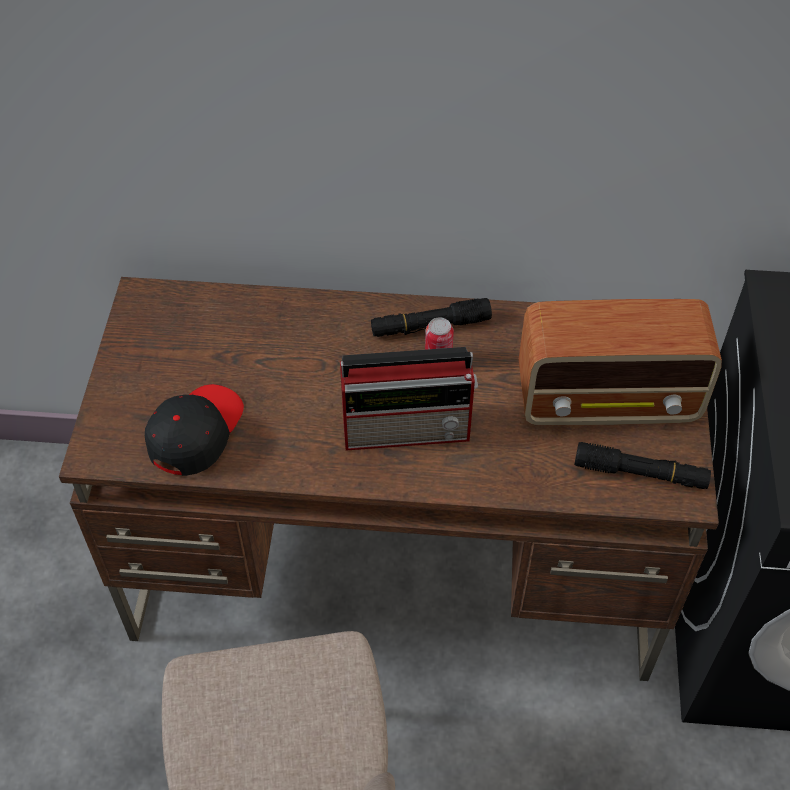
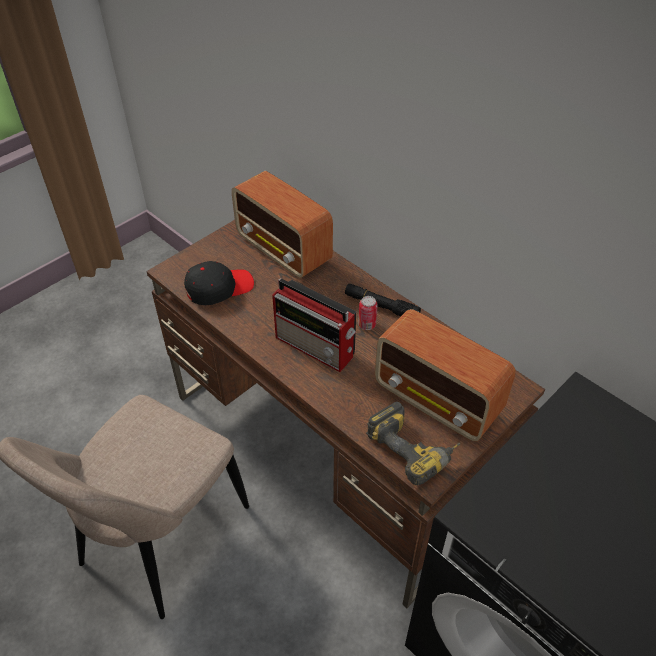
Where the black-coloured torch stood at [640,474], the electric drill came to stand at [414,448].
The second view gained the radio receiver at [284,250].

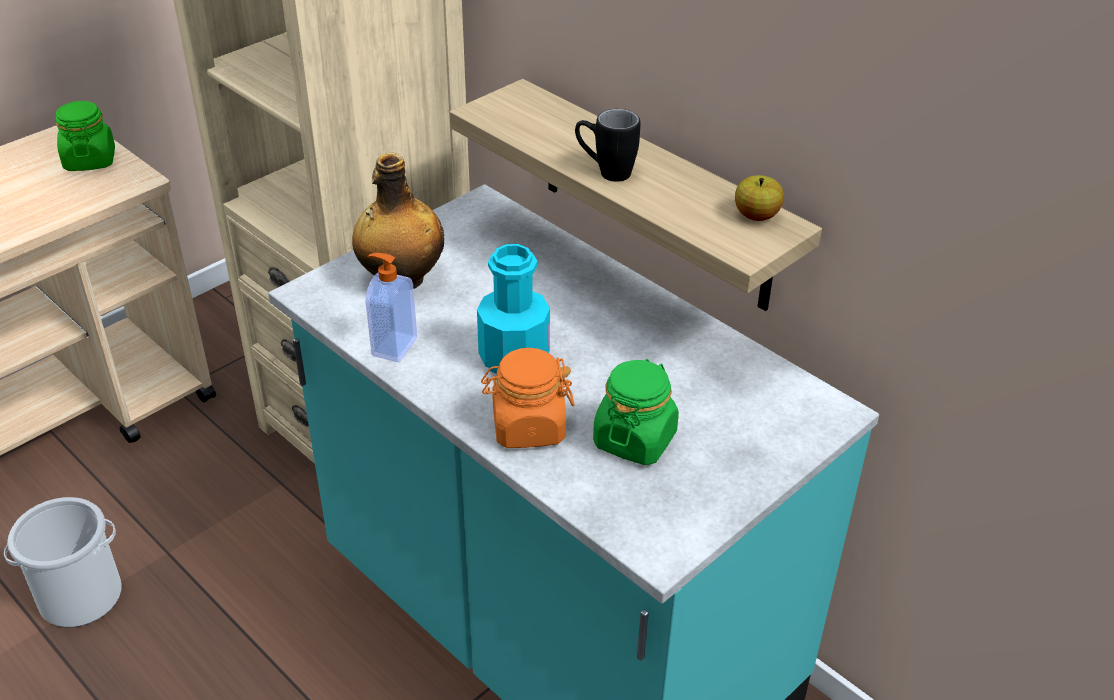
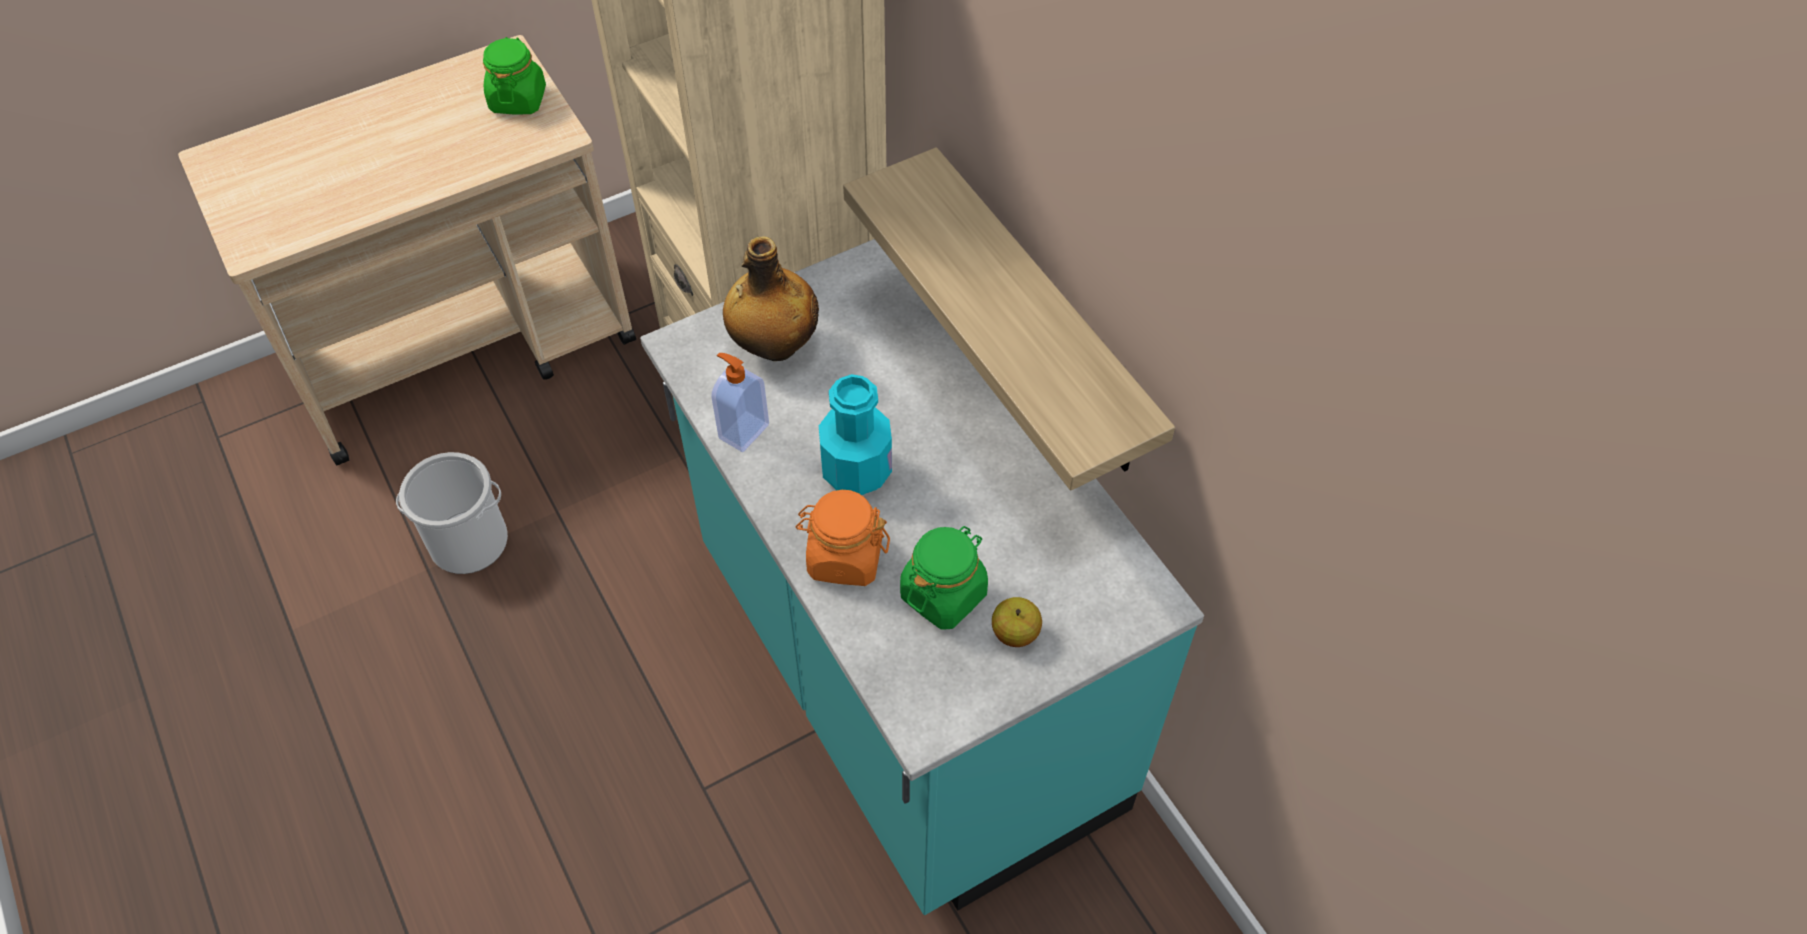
The second view lost the black-coloured mug at [605,172].
The apple ended up elsewhere, having gone from [756,216] to [1015,633].

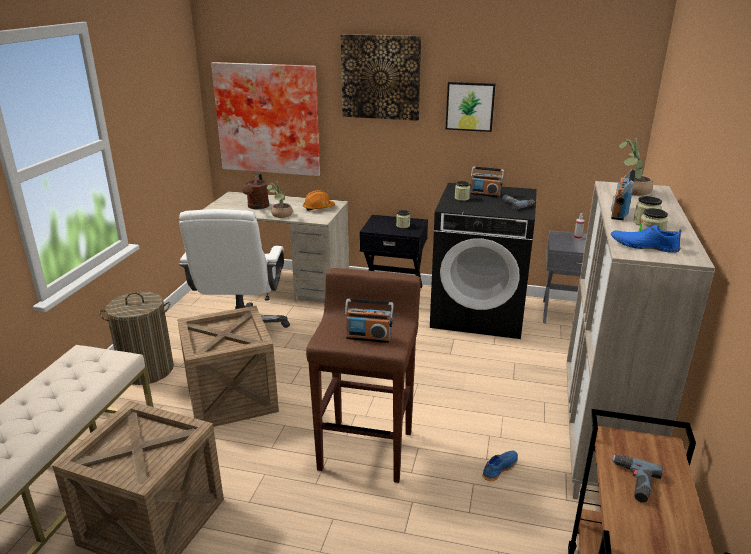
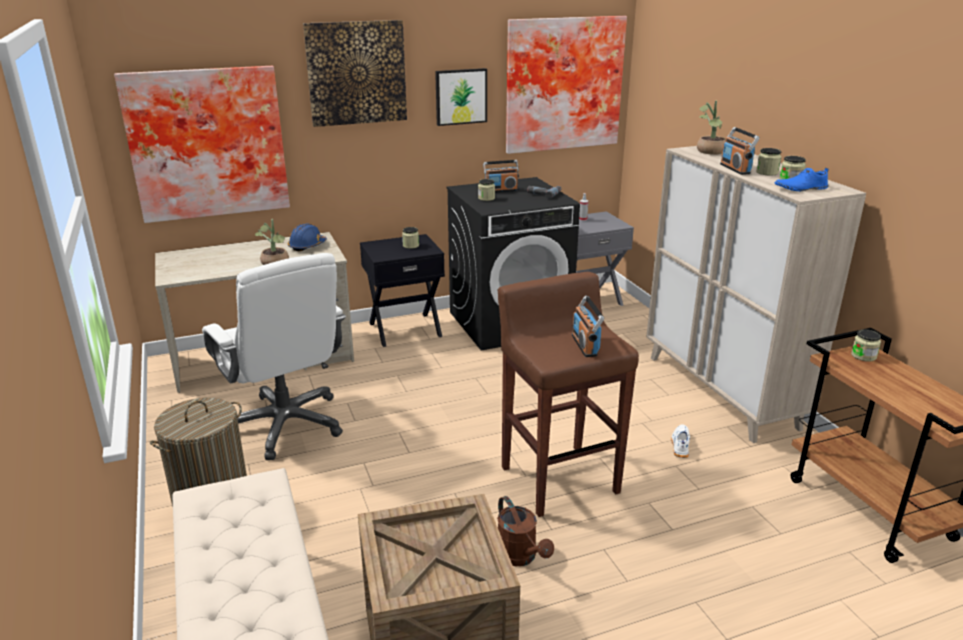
The second view lost the crate at [231,397].
The brown-coloured sprinkling can ended up elsewhere, having gone from [257,207] to [521,557].
What was the orange safety helmet at [318,208] turned into the blue-coloured safety helmet at [307,246].
The radio receiver at [368,337] ended up facing another way, 105 degrees clockwise from before.
What was the blue-coloured shoe at [499,468] turned into the whitish shoe at [680,445].
The second view lost the electric drill at [633,482].
The second view gained the wall art at [562,84].
The second view gained the jar at [863,356].

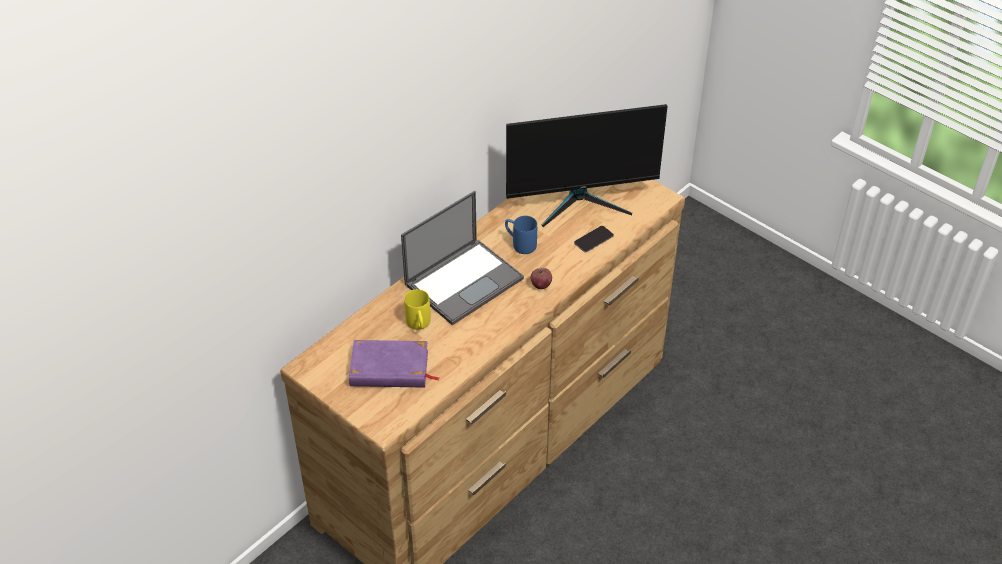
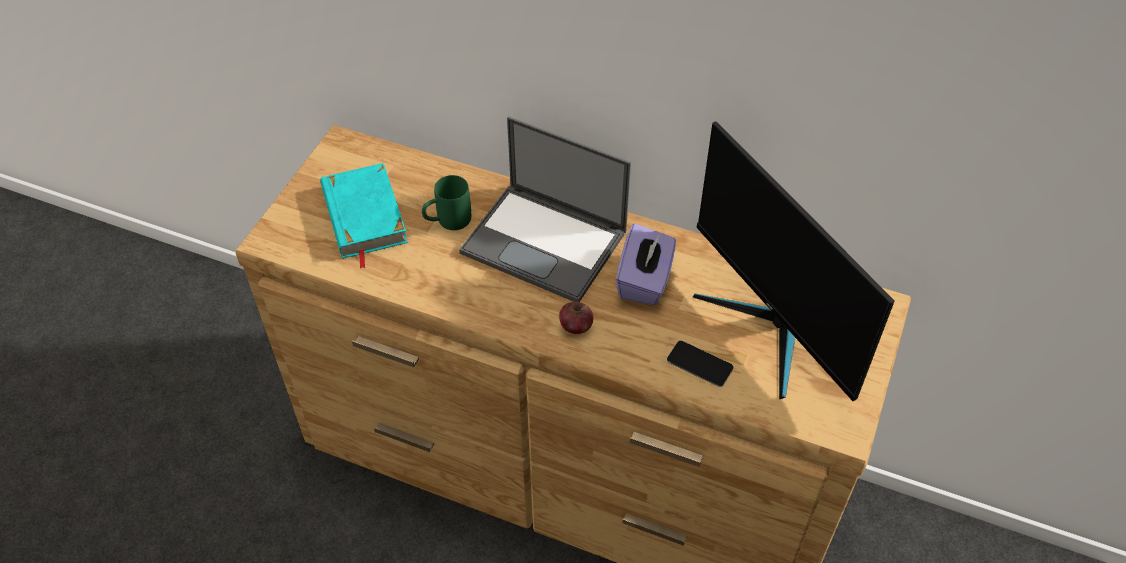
What was the purple bound book at [389,369] turned into the blue-green bound book at [363,216].
What was the yellow mug at [419,325] turned into the green mug at [447,221].
Where the blue-coloured mug stood at [520,244], the purple tissue box came to stand at [645,280].

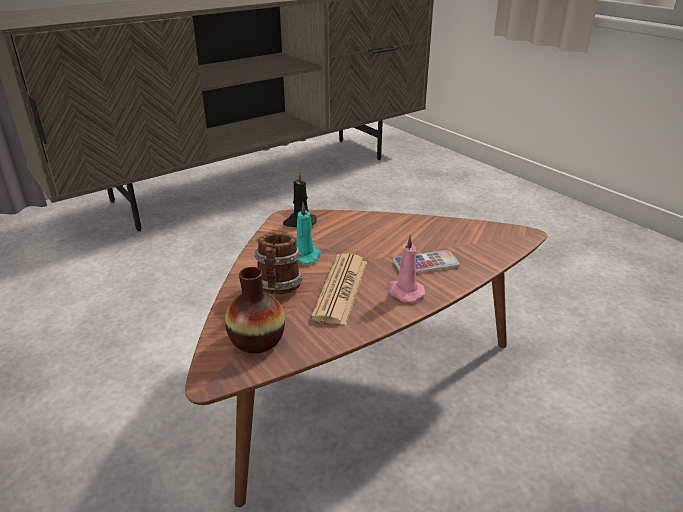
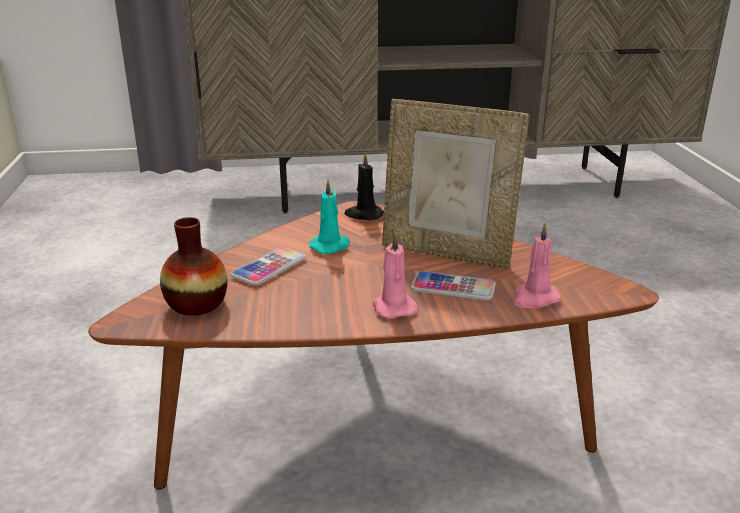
Where the mug stood at [278,288], the telephone came to stand at [269,267].
The second view lost the daily paper at [341,289].
The second view gained the photo frame at [447,253].
The second view gained the pink candle at [534,299].

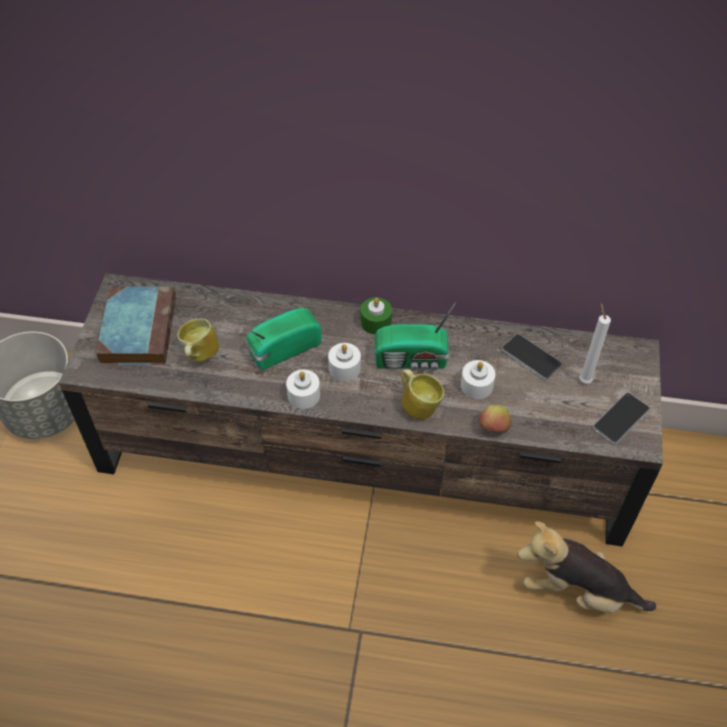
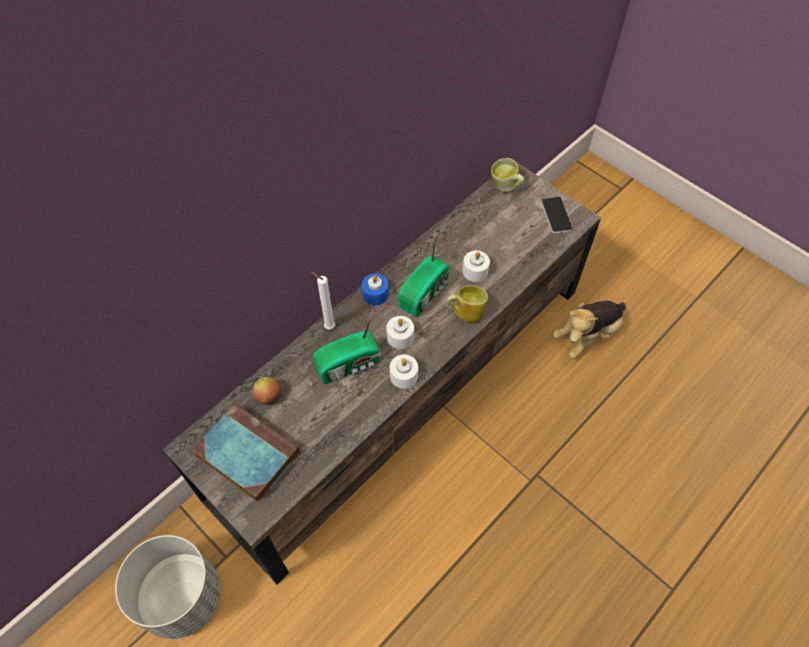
The mug ended up elsewhere, having gone from [199,356] to [506,188].
The radio receiver at [282,348] ended up facing another way, 120 degrees counterclockwise from before.
What was the green candle at [376,322] turned into the blue-coloured candle at [375,294].
The apple ended up elsewhere, having gone from [493,429] to [268,396].
The second view lost the telephone at [531,357].
The whitish candle ended up elsewhere, having gone from [584,379] to [328,326].

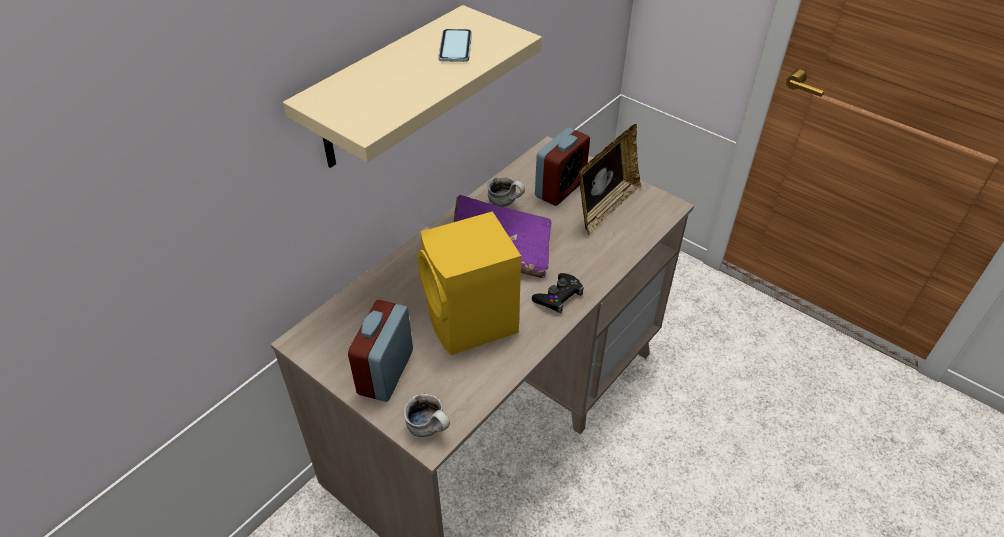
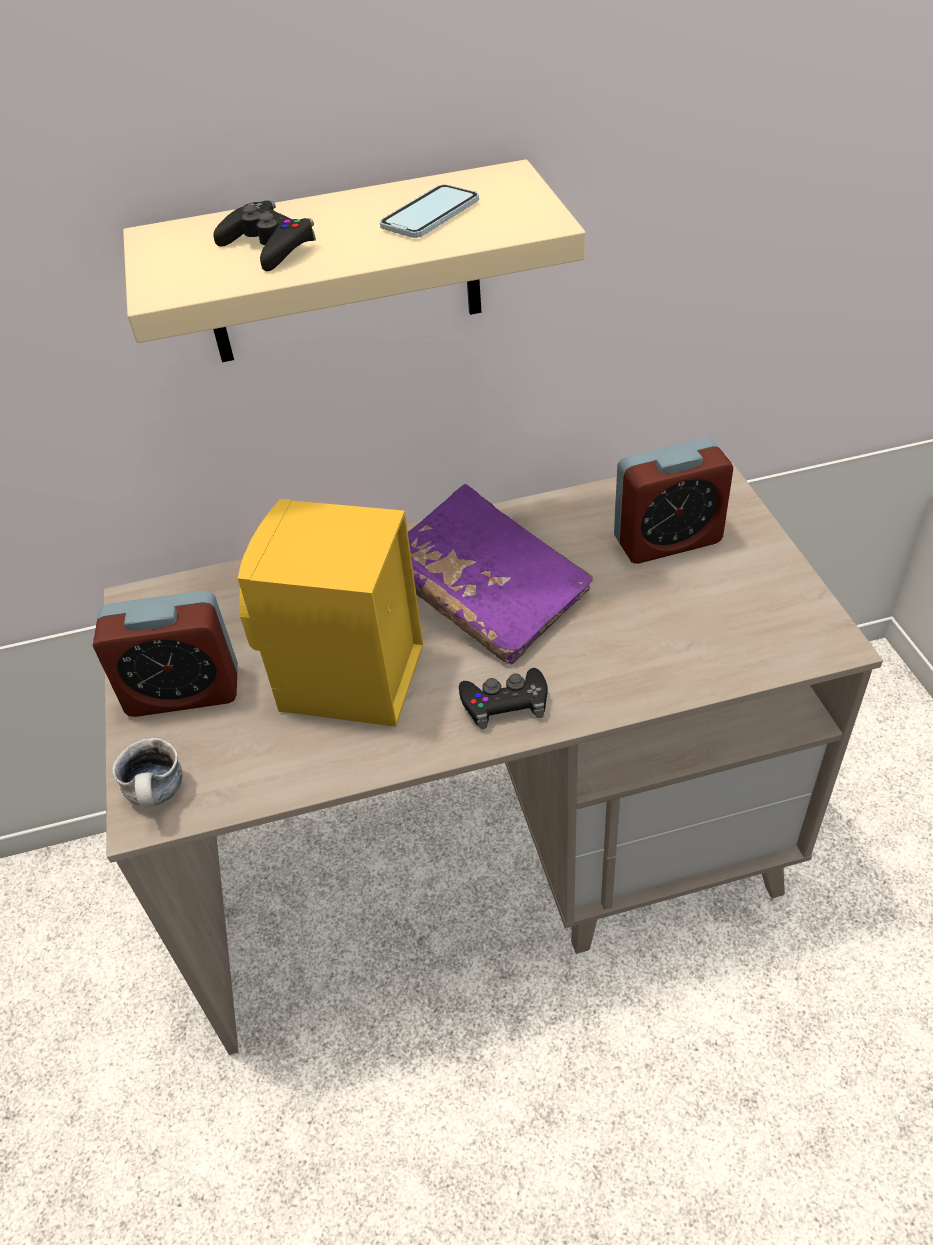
The bedside clock at [386,372] ended up facing another way, 150 degrees counterclockwise from before.
The second view lost the mug at [506,202].
The second view lost the photo frame at [605,207].
The second view gained the black-coloured gamepad at [268,246].

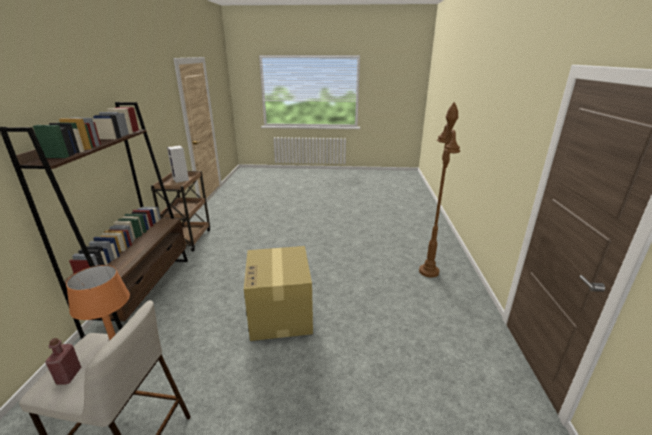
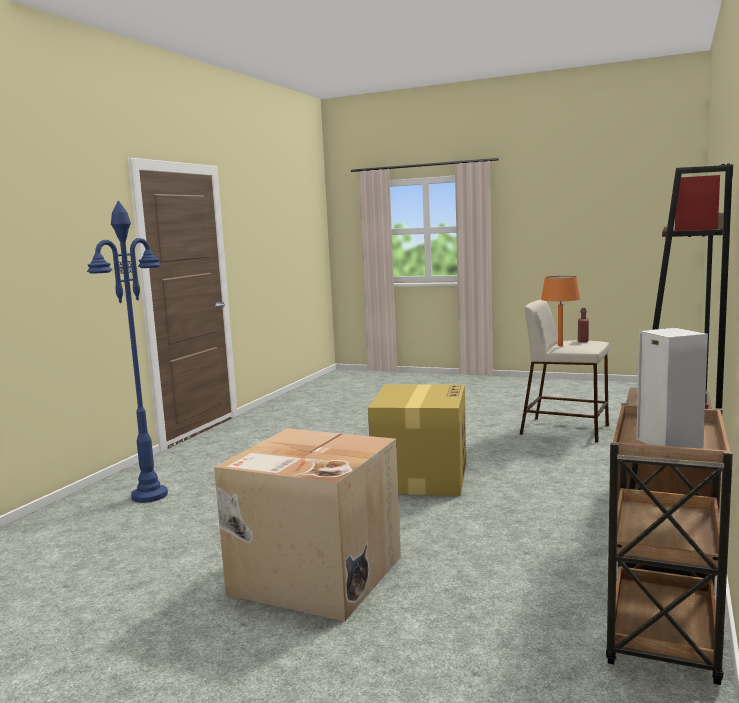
What was the brown-coloured standard lamp at [429,272] turned into the blue-coloured standard lamp at [150,495].
The second view gained the carton at [313,575].

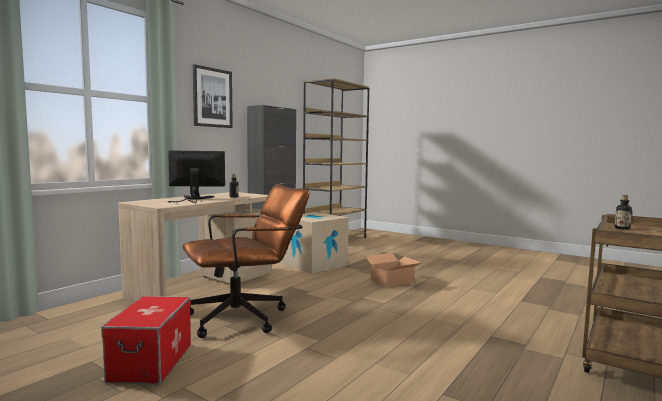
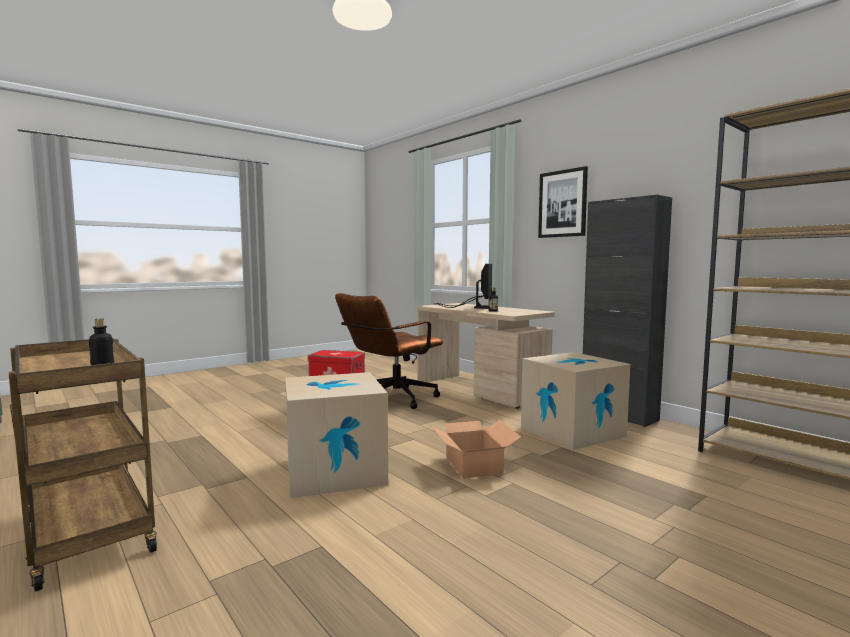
The brown-coloured desk chair at [246,317] ended up facing another way, 60 degrees clockwise from before.
The second view gained the carton at [335,471].

